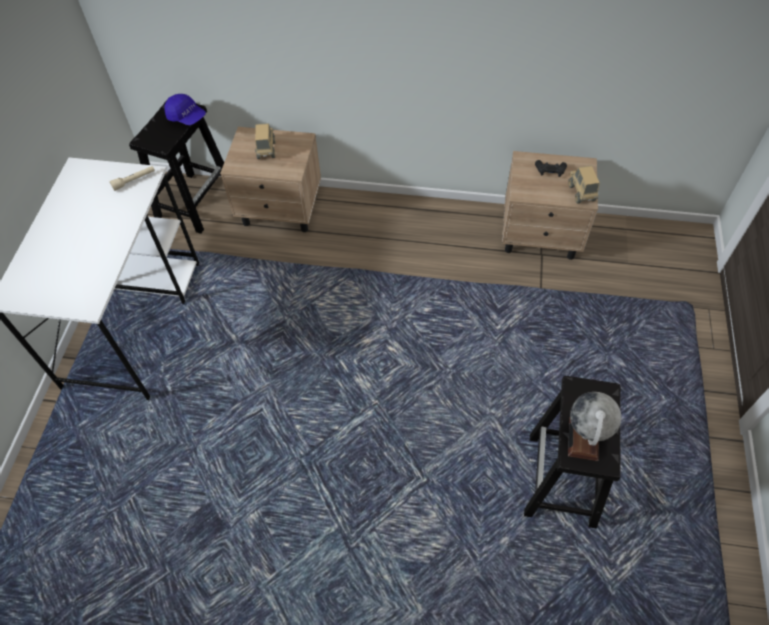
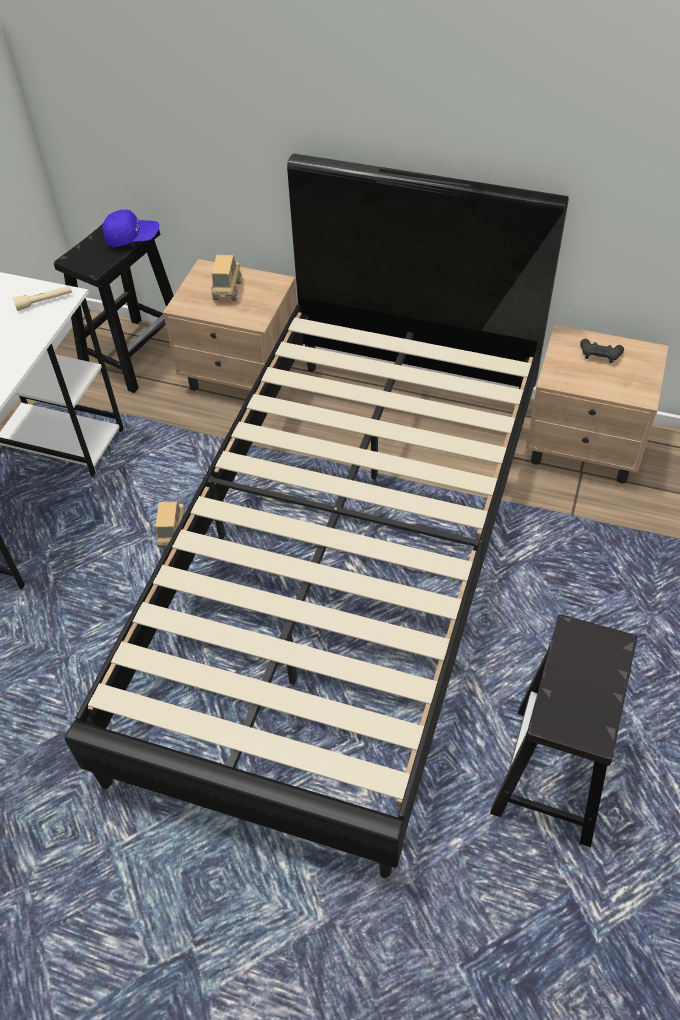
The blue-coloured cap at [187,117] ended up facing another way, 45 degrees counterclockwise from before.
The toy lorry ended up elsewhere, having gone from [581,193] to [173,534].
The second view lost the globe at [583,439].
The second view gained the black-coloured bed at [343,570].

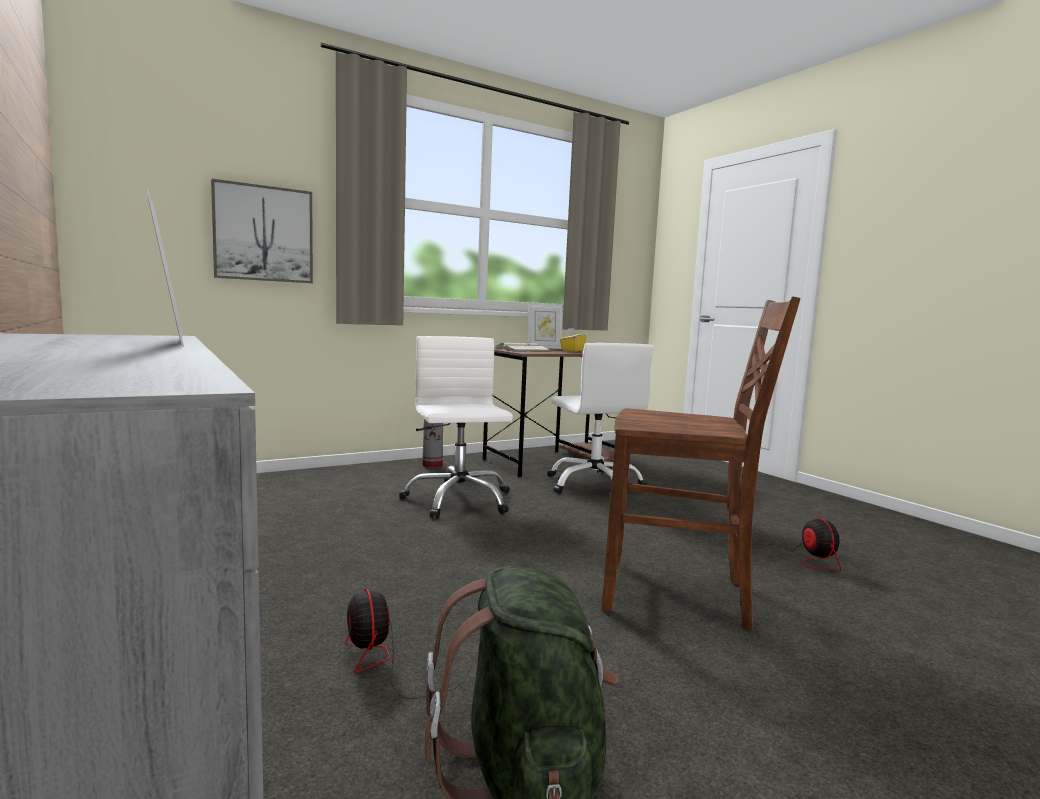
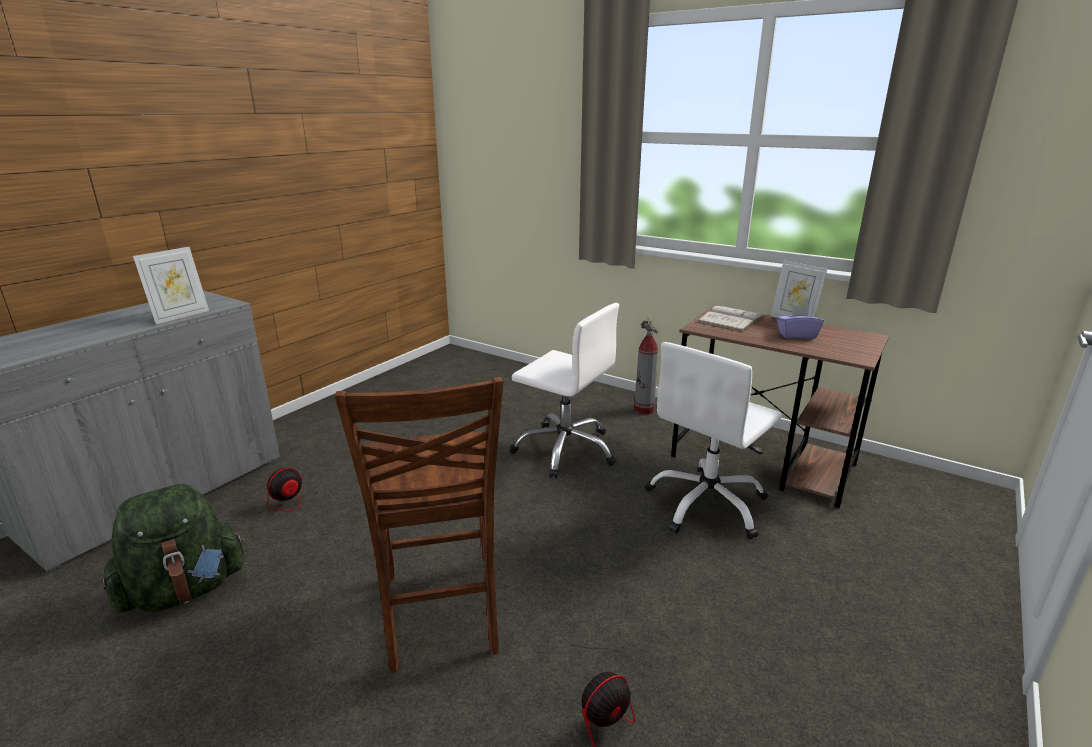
The second view lost the wall art at [263,234].
The whitish desk chair at [458,500] ended up facing another way, 75 degrees clockwise from before.
What was the yellow tissue box at [572,350] turned into the purple tissue box at [796,335].

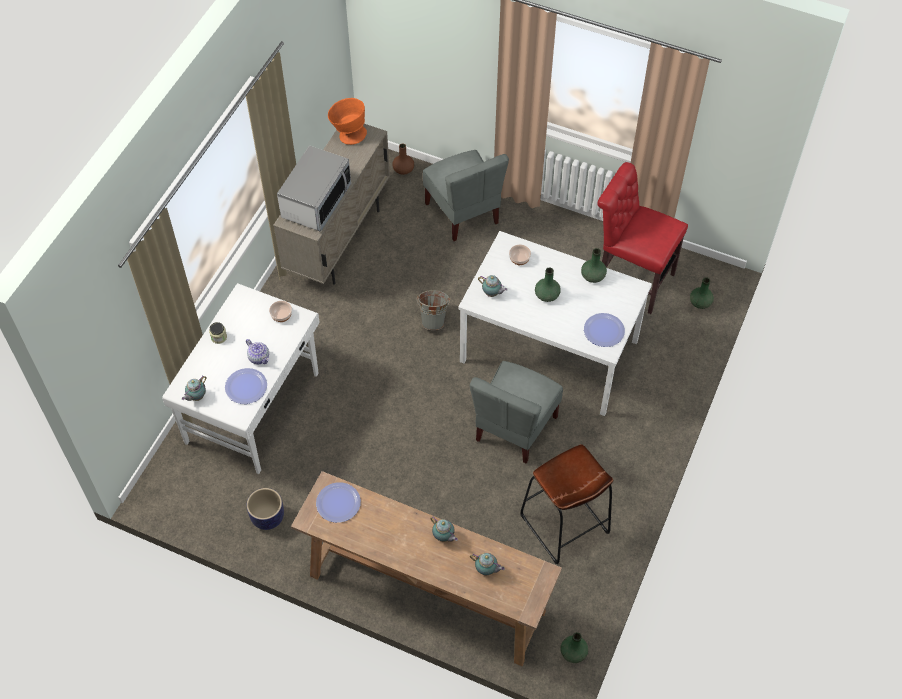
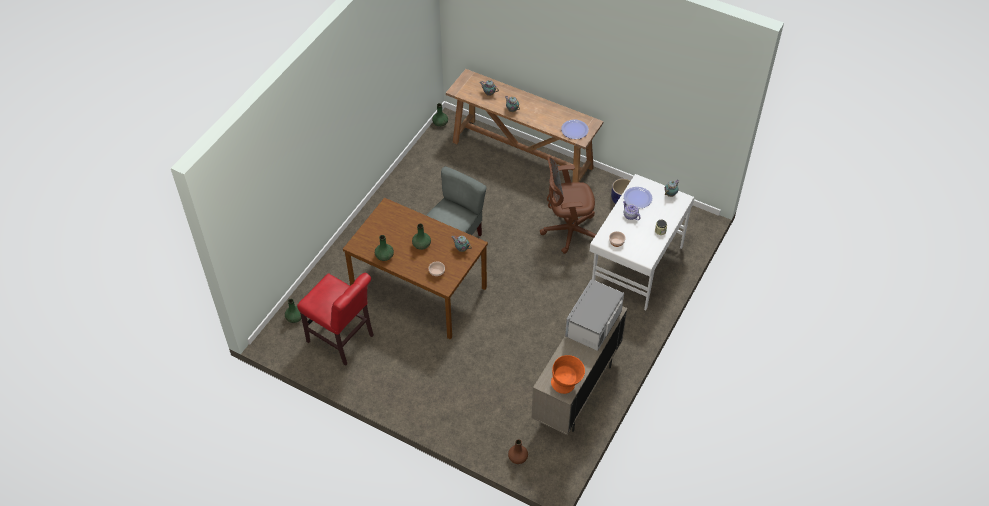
The second view lost the gray bucket at [434,319].
The second view lost the gray chair at [463,213].
What was the whitish dinner table at [548,351] turned into the brown-coloured dinner table at [420,290].
The second view lost the brown-coloured stool at [564,524].
The second view lost the flat dish at [604,331].
The second view gained the brown-coloured desk chair at [568,231].

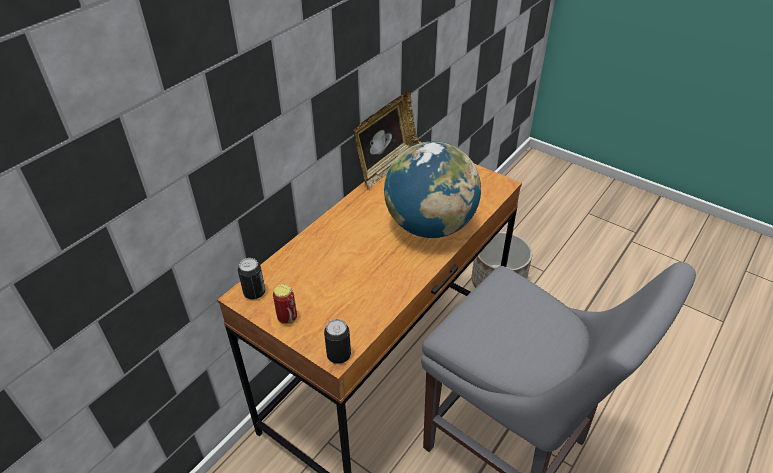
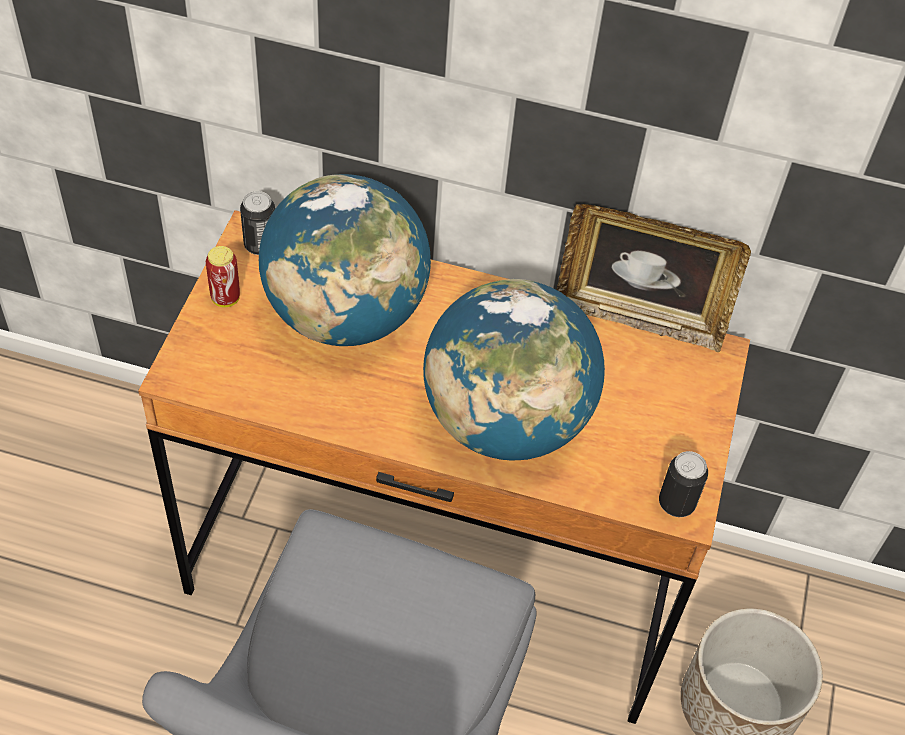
The metal can ended up elsewhere, having gone from [339,355] to [676,503].
The second view gained the globe at [346,315].

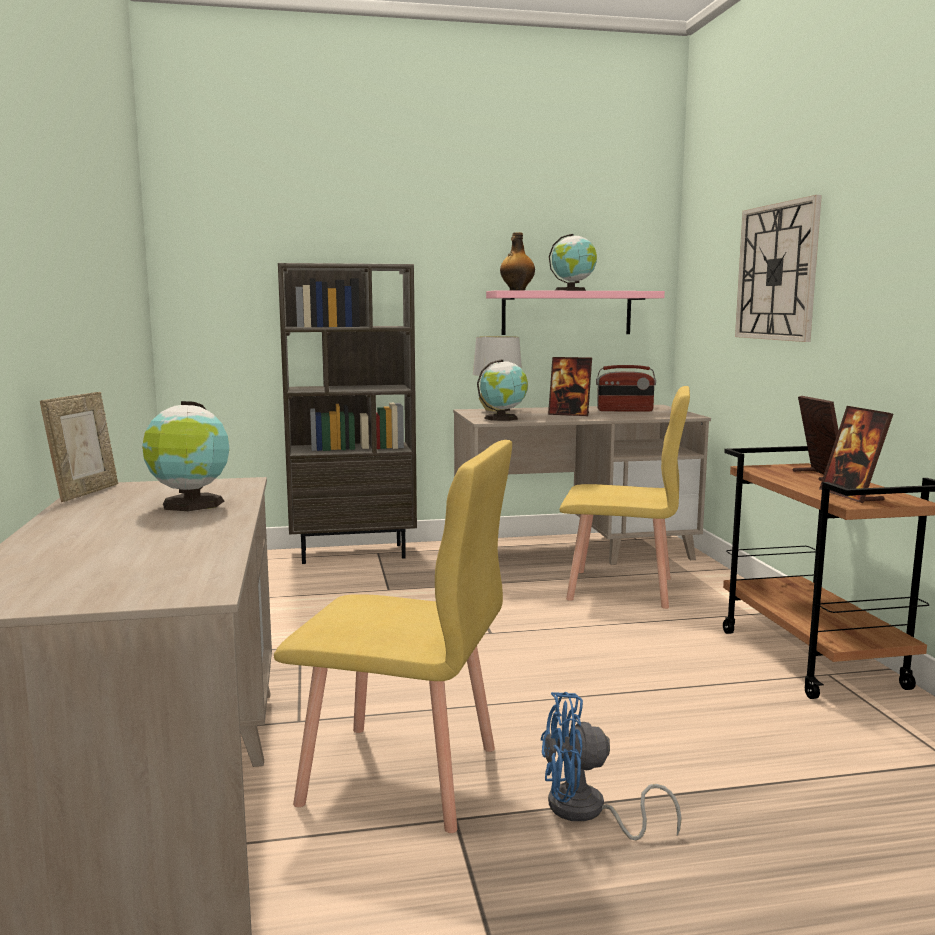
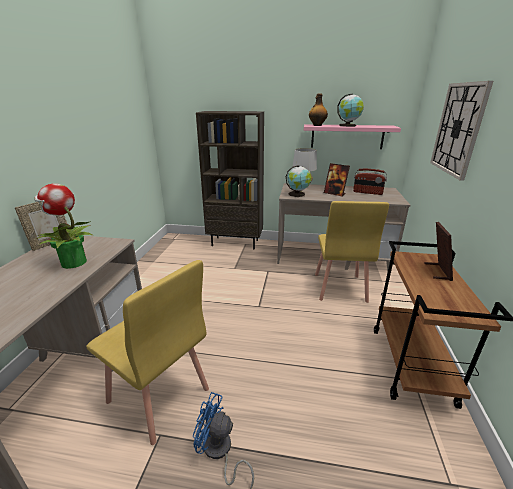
Where the globe stood at [191,505], the houseplant came to stand at [73,262].
The yellow chair at [621,589] ended up facing another way, 60 degrees clockwise from before.
The second view lost the photo frame at [851,495].

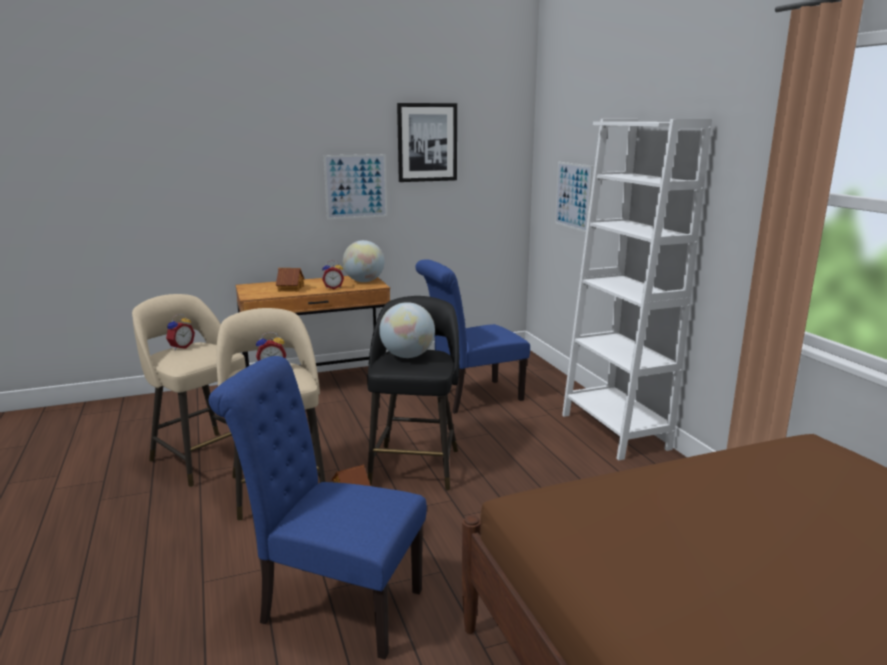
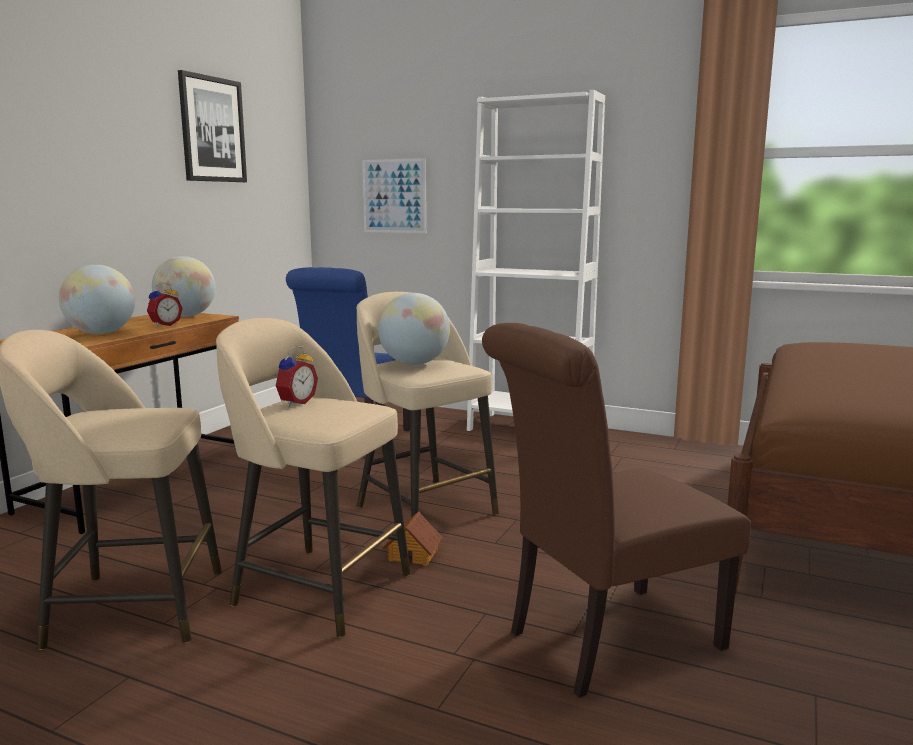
The second view lost the bedside clock at [180,347].
What was the blue-coloured chair at [332,604] turned into the brown-coloured chair at [604,641].
Where the toy house stood at [290,288], the globe came to stand at [101,333].
The second view lost the wall art at [356,186].
What was the black-coloured stool at [415,465] turned into the beige-coloured stool at [424,508].

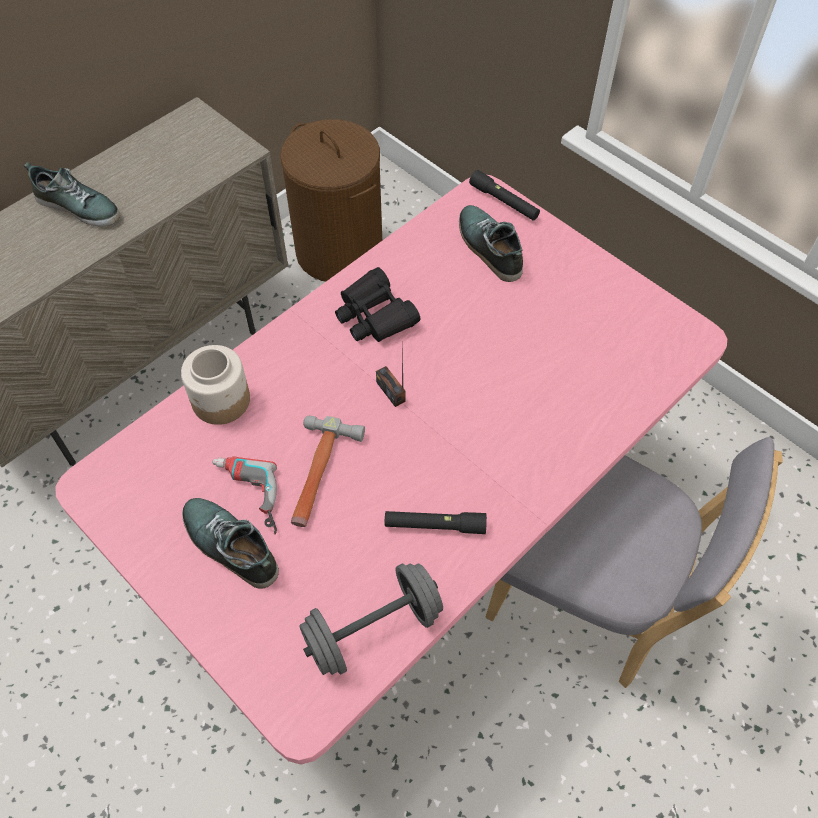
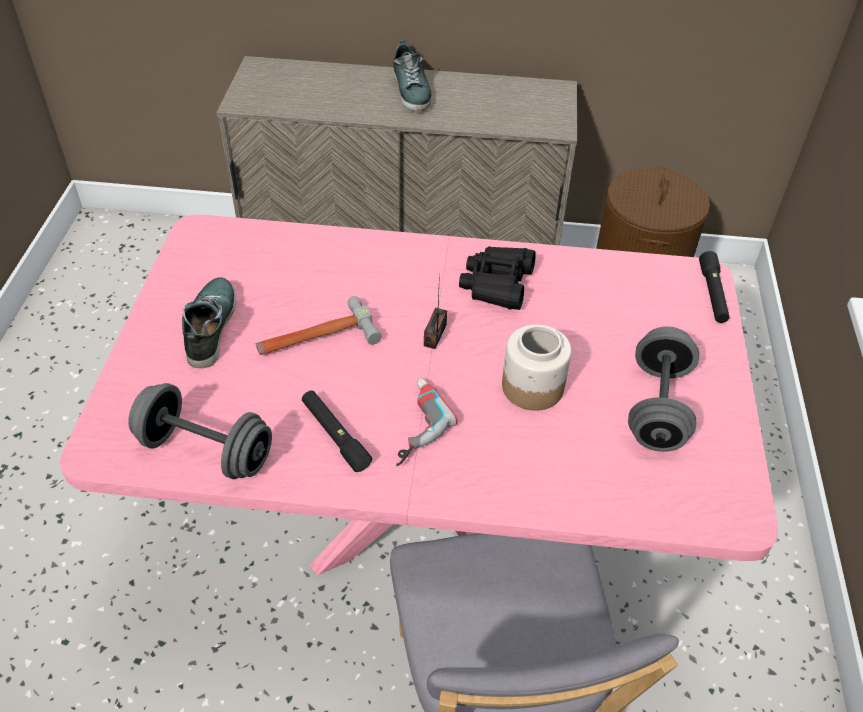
The jar ended up elsewhere, having gone from [221,401] to [532,387].
The electric drill ended up elsewhere, having gone from [245,497] to [411,424].
The second view lost the shoe at [488,248].
The second view gained the gray hand weight at [657,407].

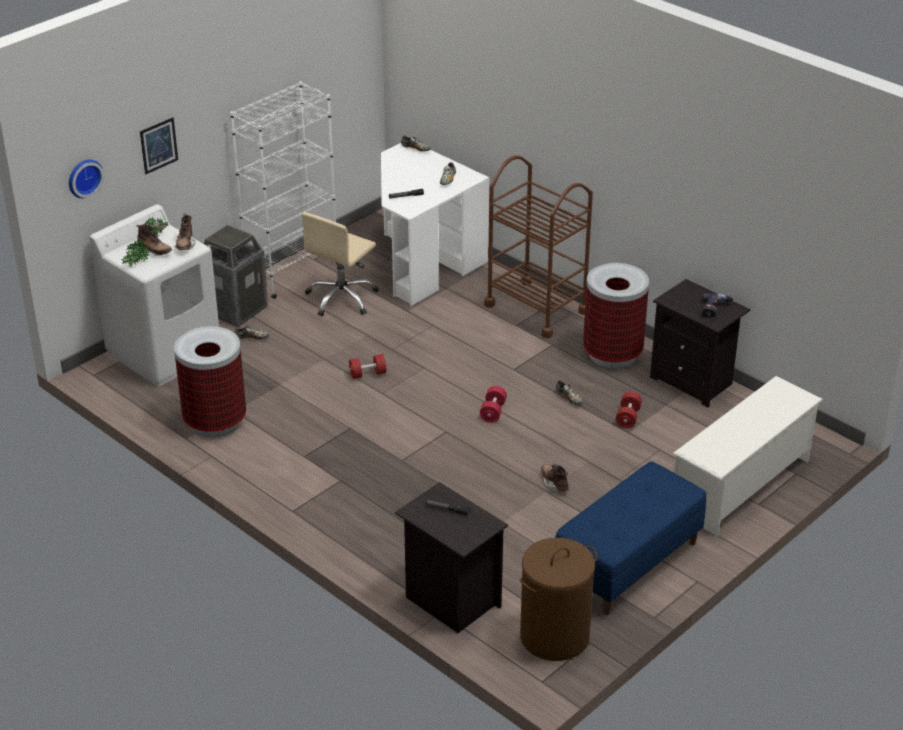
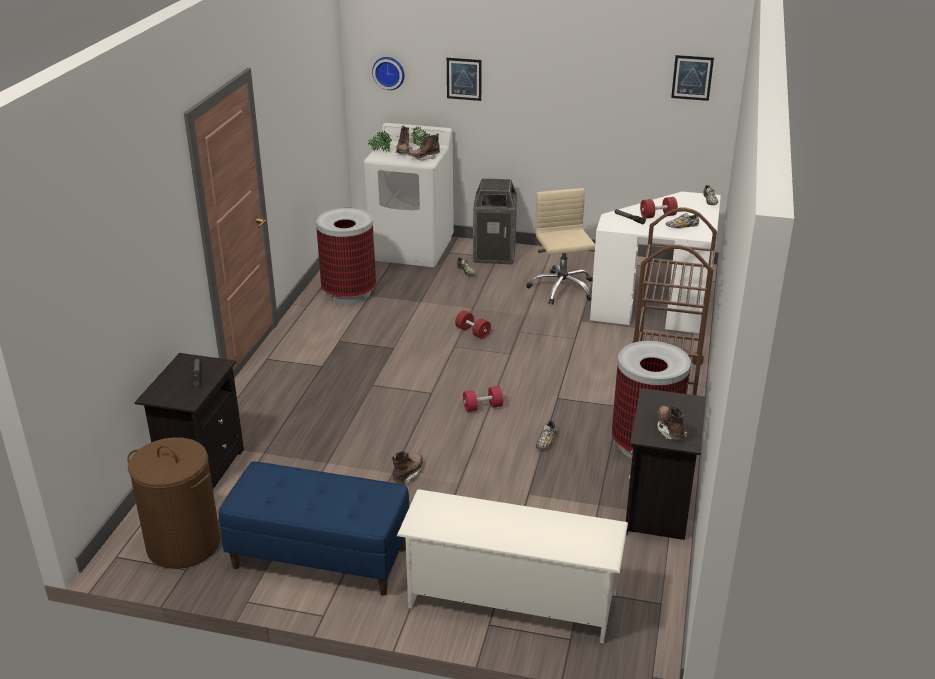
The second view lost the whitish shelving unit at [292,273].
The beige-coloured desk chair at [342,298] ended up facing another way, 75 degrees clockwise from before.
The red hand weight ended up elsewhere, having gone from [628,417] to [658,216].
Where the electric drill stood at [715,309], the brown-coloured boot came to stand at [670,430].
The second view gained the wall art at [692,77].

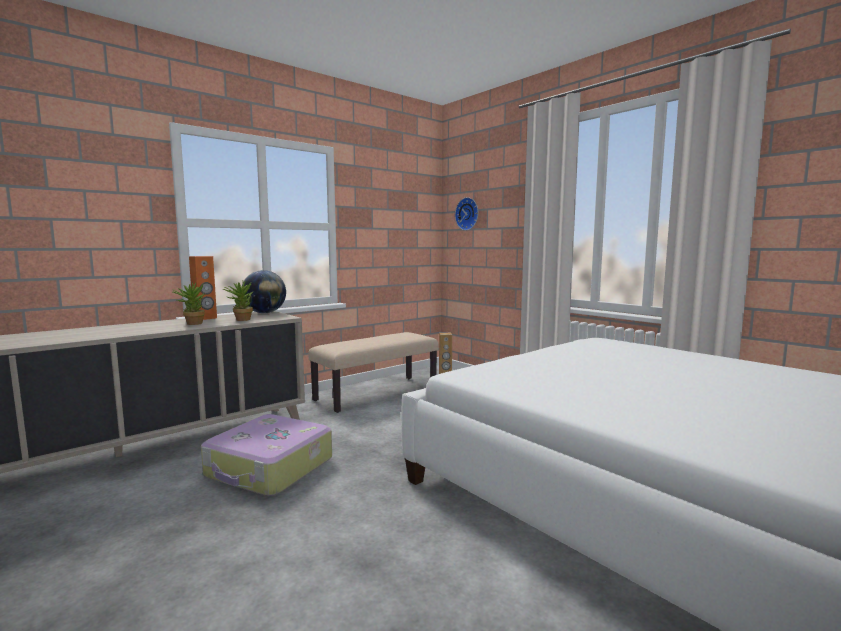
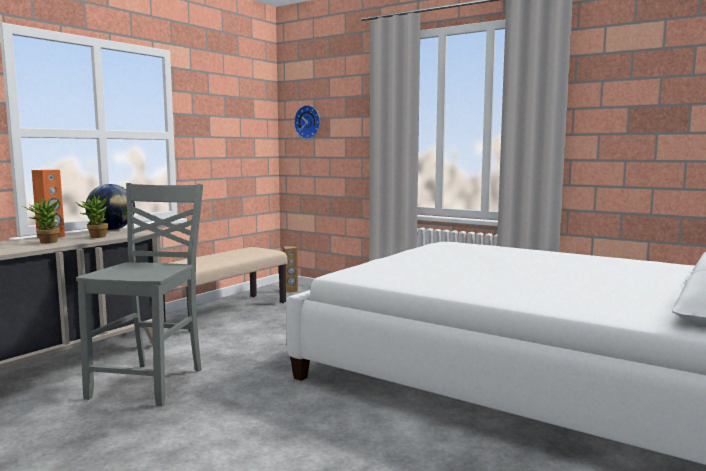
Where the piece of luggage stood at [269,468], the gray chair came to stand at [150,383].

